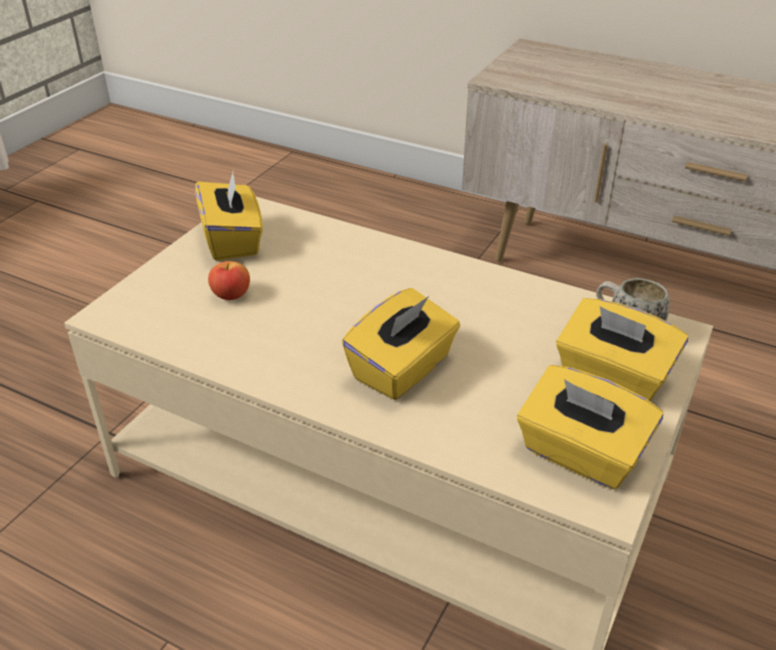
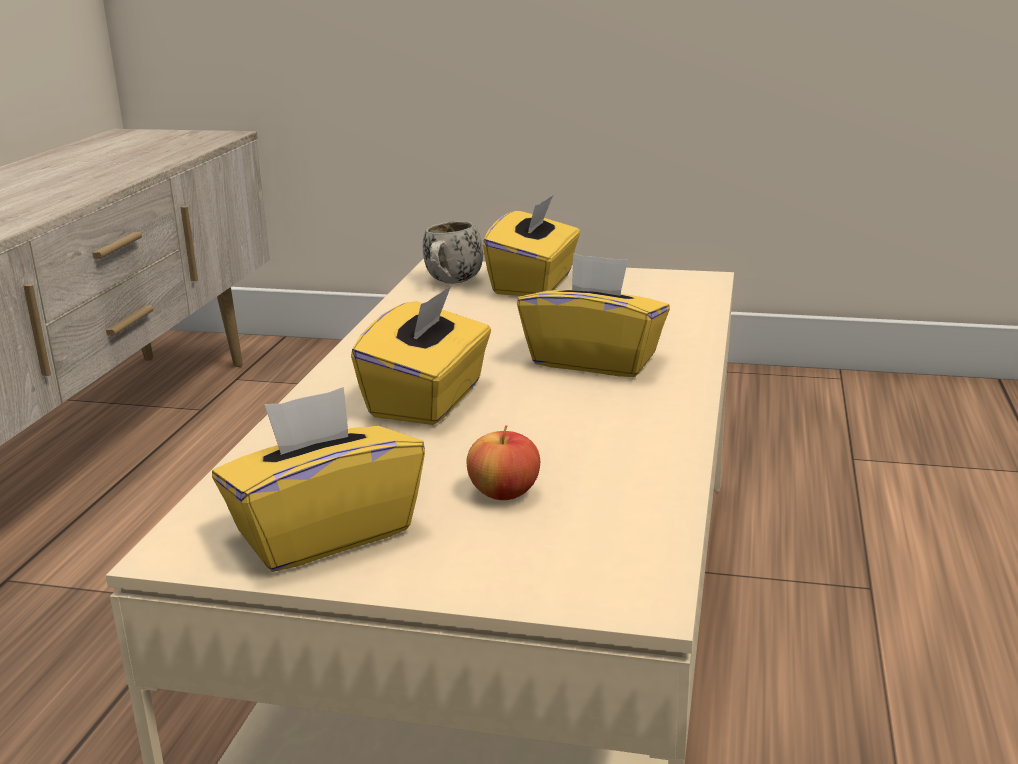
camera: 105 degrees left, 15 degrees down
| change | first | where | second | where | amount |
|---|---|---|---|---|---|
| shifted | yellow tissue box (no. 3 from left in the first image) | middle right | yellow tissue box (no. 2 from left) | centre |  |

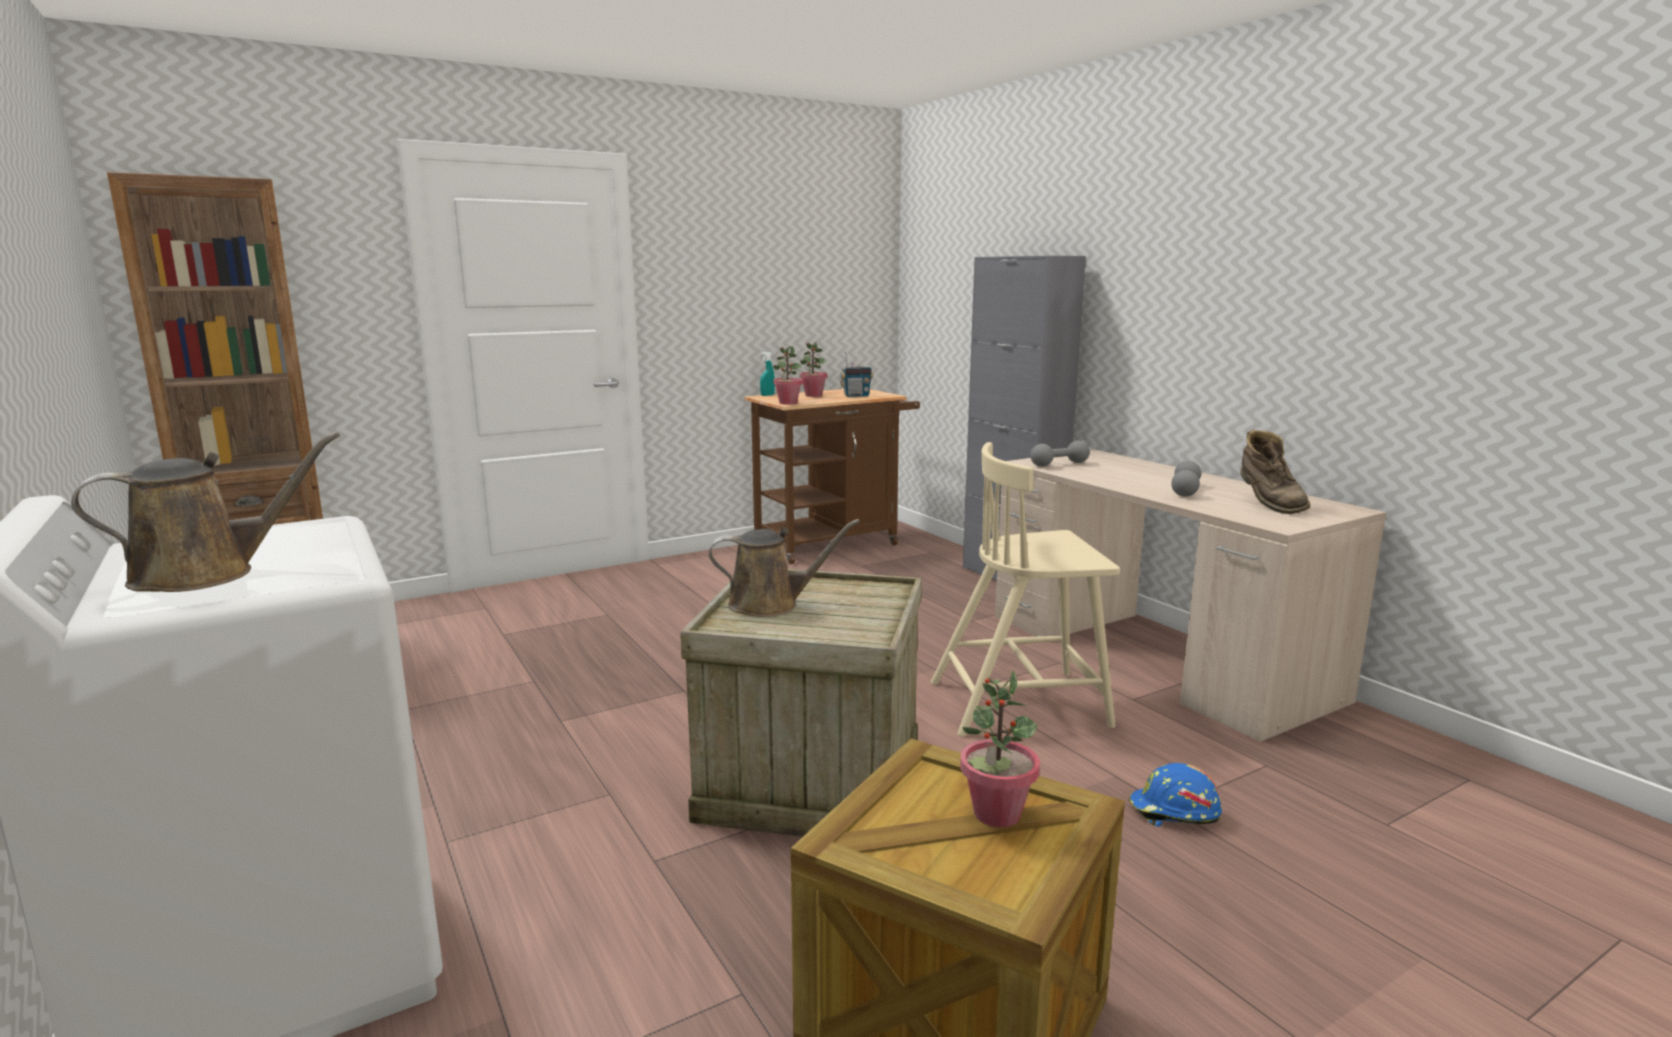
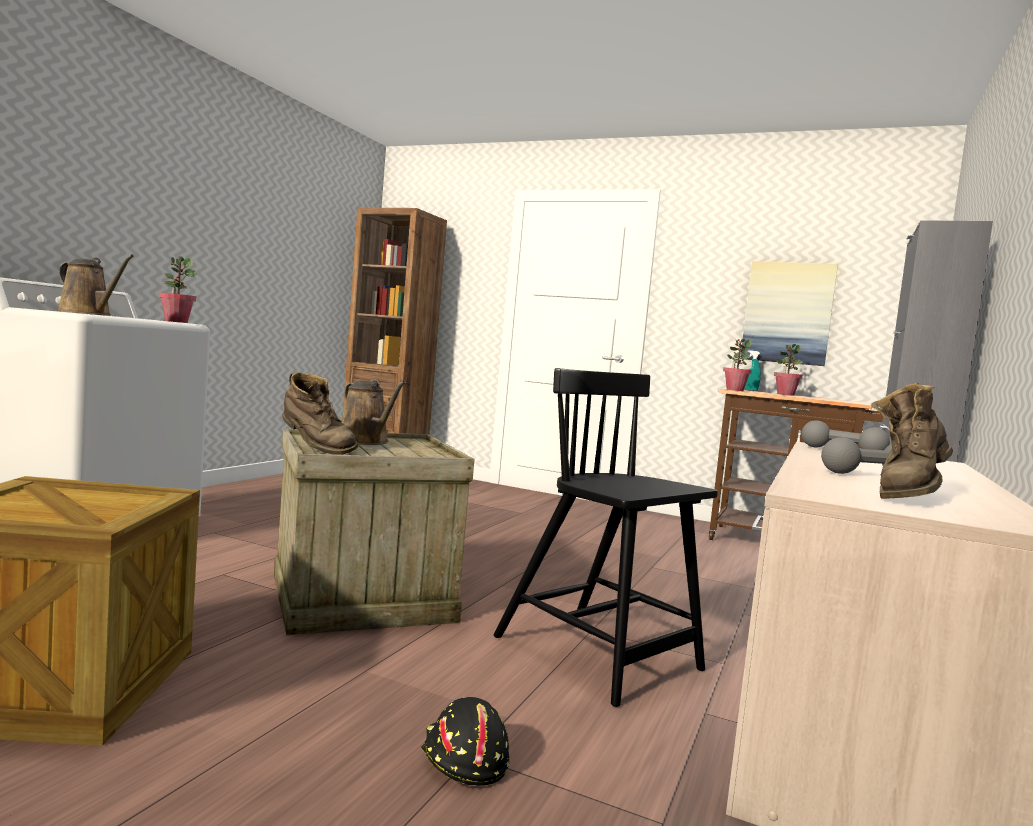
camera: 55 degrees right, 10 degrees down
| change | first | where | second | where | amount |
|---|---|---|---|---|---|
| gone | radio | centre |  |  |  |
| repainted | beige chair | centre | black chair | centre |  |
| shifted | potted plant (no. 3 from left in the first image) | bottom centre | potted plant (no. 1 from left) | middle left |  |
| repainted | blue hard hat | bottom right | black hard hat | bottom centre |  |
| new |  |  | picture | middle right |  |
| new |  |  | brown boot (no. 1 from left) | middle left |  |

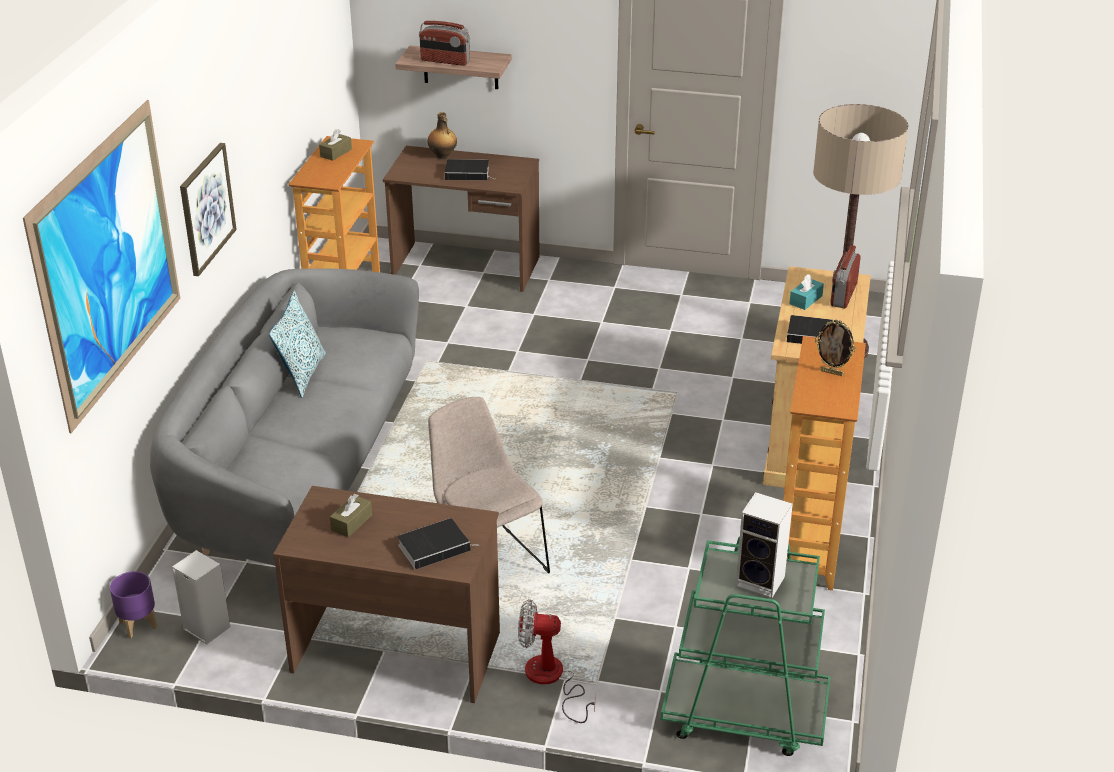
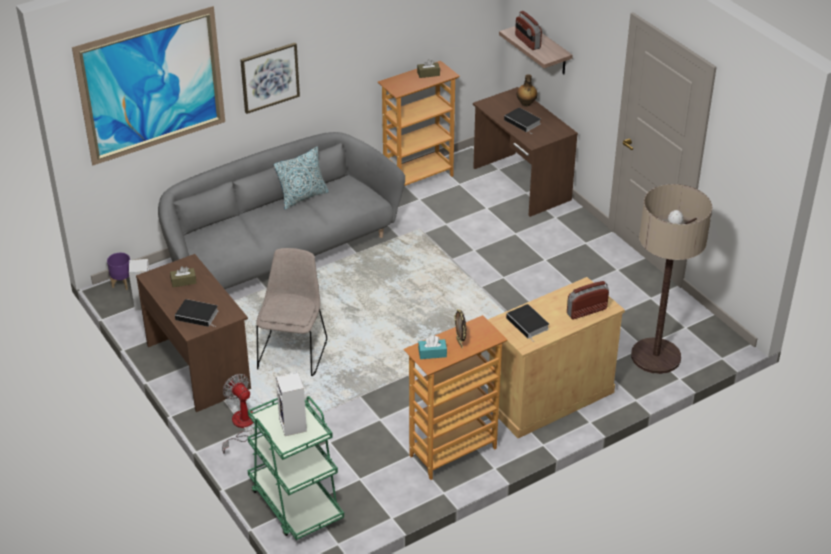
camera: 45 degrees right, 5 degrees up
| change | first | where | second | where | amount |
|---|---|---|---|---|---|
| shifted | turquoise tissue box | middle right |  | centre |  |

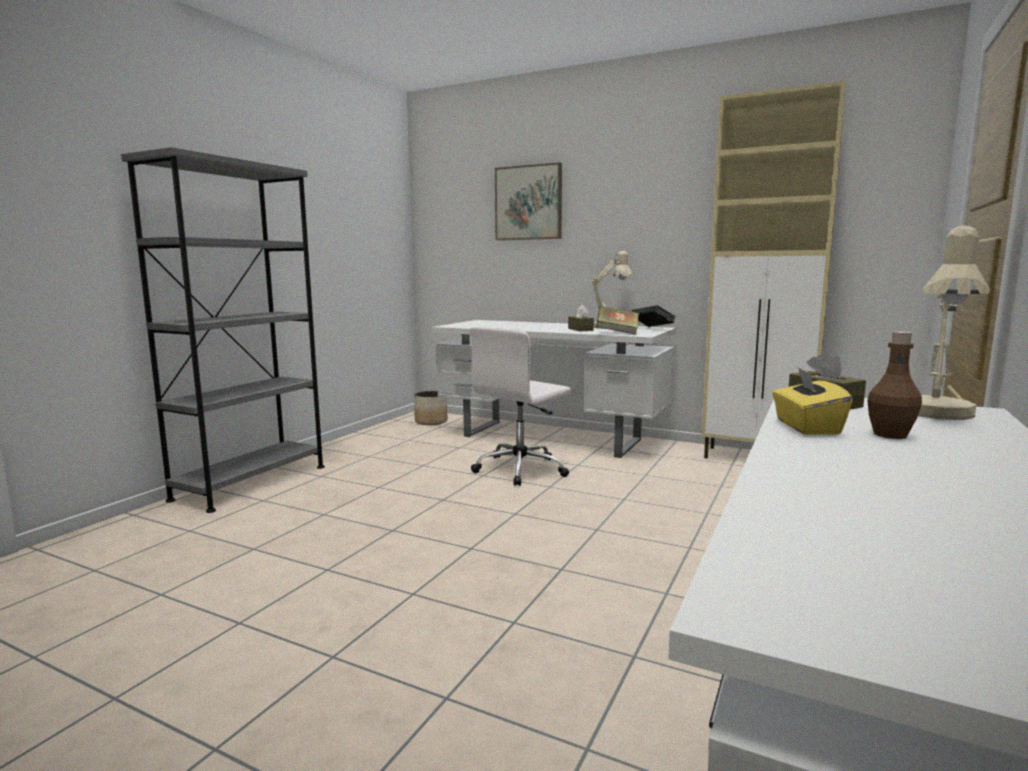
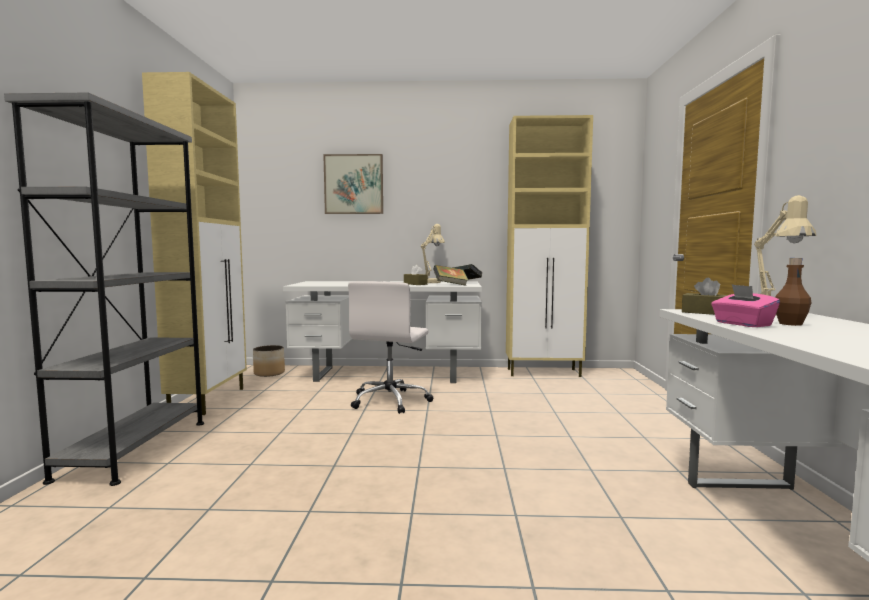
camera: 25 degrees left, 5 degrees down
| change | first | where | second | where | amount |
|---|---|---|---|---|---|
| repainted | yellow tissue box | middle right | pink tissue box | middle right |  |
| new |  |  | beige cabinet (no. 1 from left) | middle left |  |

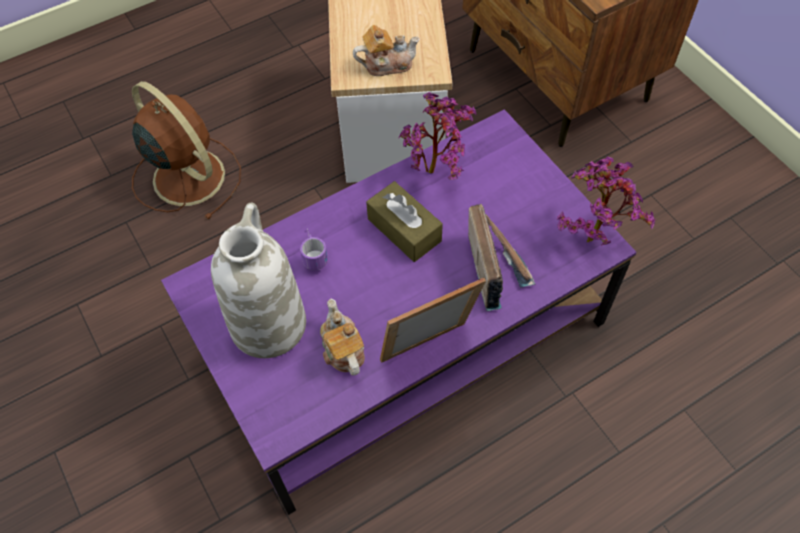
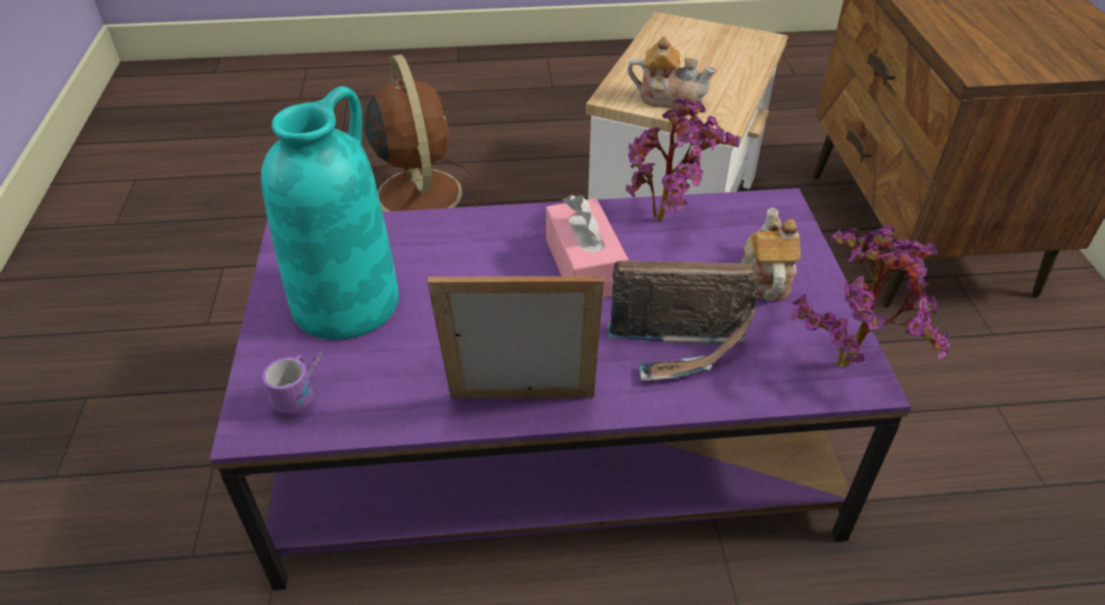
camera: 25 degrees right, 15 degrees down
| change | first | where | second | where | amount |
|---|---|---|---|---|---|
| repainted | brown tissue box | centre | pink tissue box | centre |  |
| repainted | white vase | middle left | turquoise vase | middle left |  |
| rotated | radio | centre |  | centre | 75 degrees clockwise |
| shifted | mug | centre |  | middle left |  |
| shifted | teapot (no. 1 from left in the first image) | centre | teapot (no. 2 from left) | middle right |  |

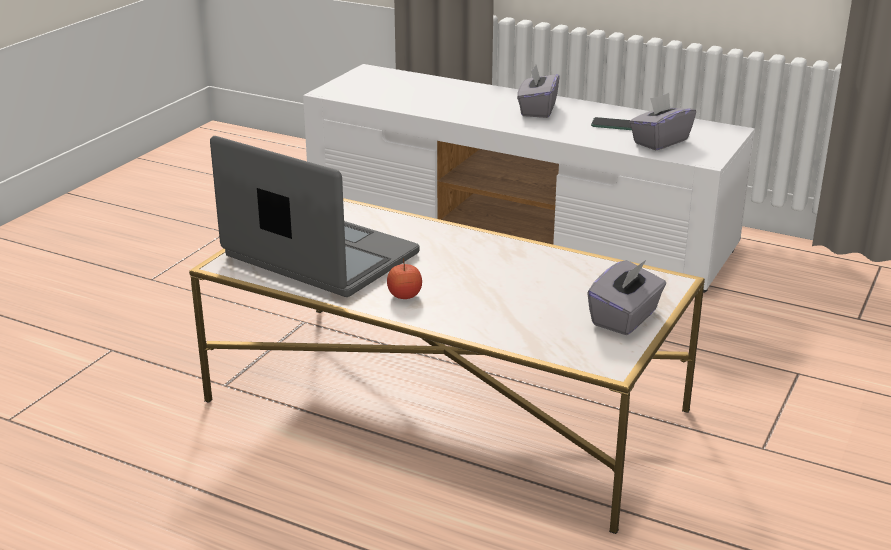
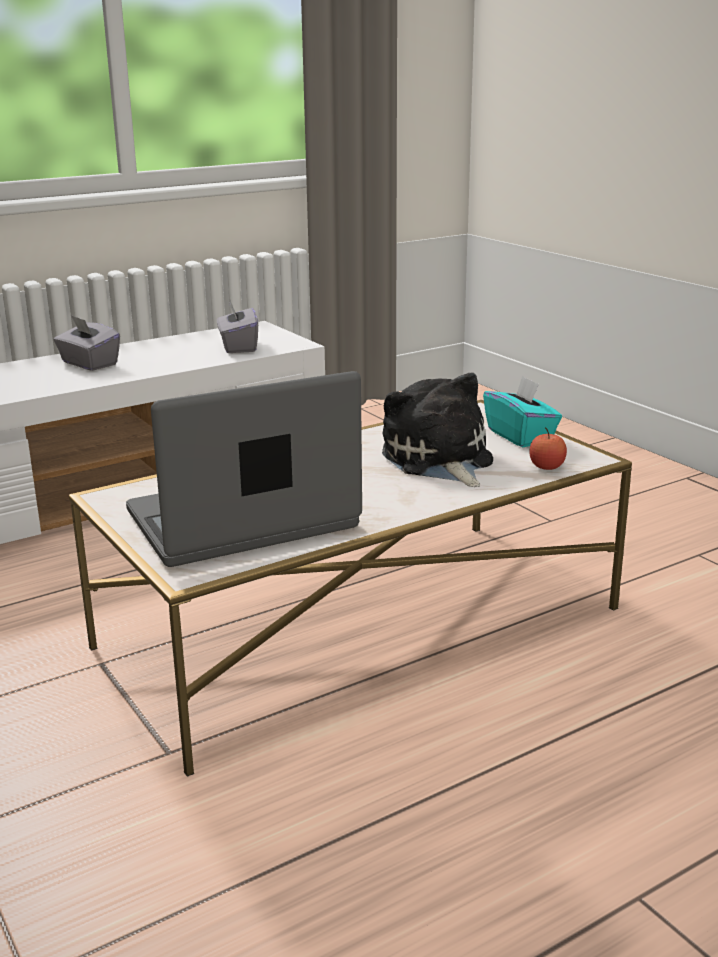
camera: 60 degrees left, 5 degrees down
| change | first | where | second | where | amount |
|---|---|---|---|---|---|
| gone | phone | top right |  |  |  |
| shifted | apple | centre |  | middle right |  |
| repainted | grey tissue box (no. 2 from left) | middle right | turquoise tissue box | middle right |  |
| new |  |  | plush toy | centre |  |

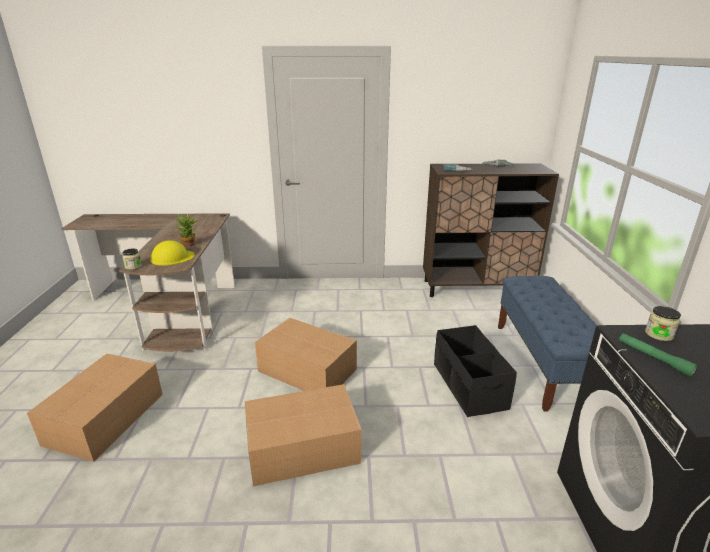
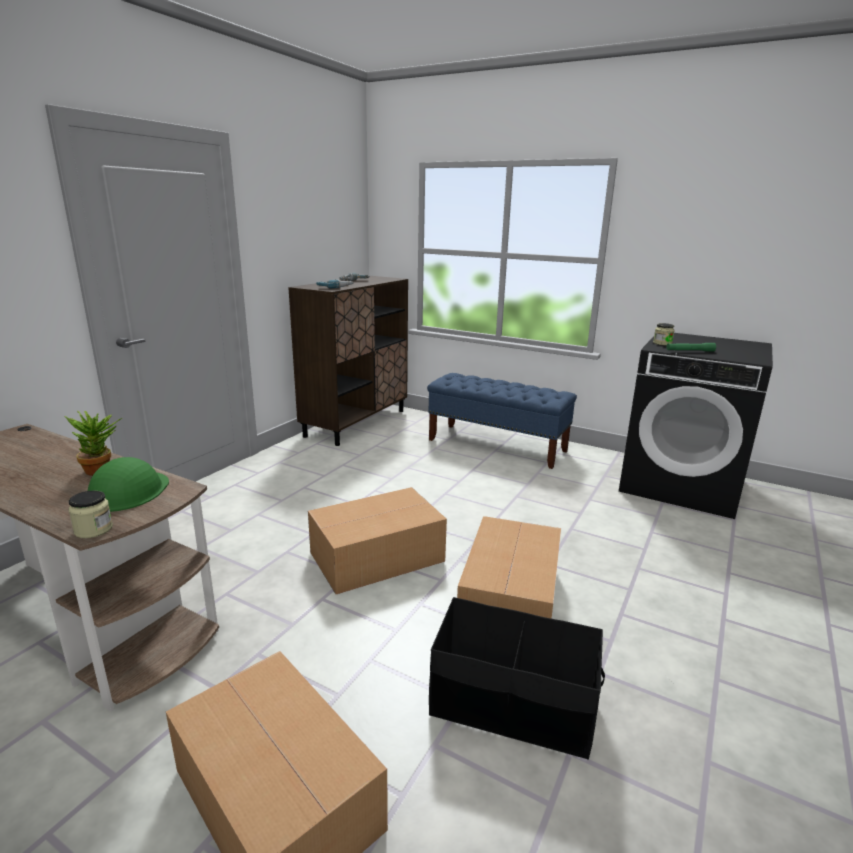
camera: 60 degrees left, 5 degrees down
| change | first | where | second | where | amount |
|---|---|---|---|---|---|
| repainted | yellow hard hat | middle left | green hard hat | middle left |  |
| shifted | black storage box | bottom right |  | bottom centre |  |

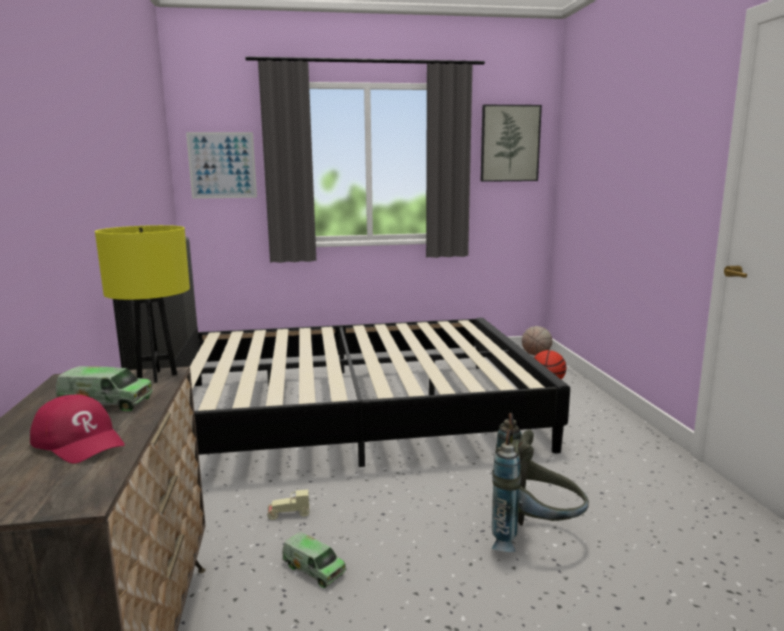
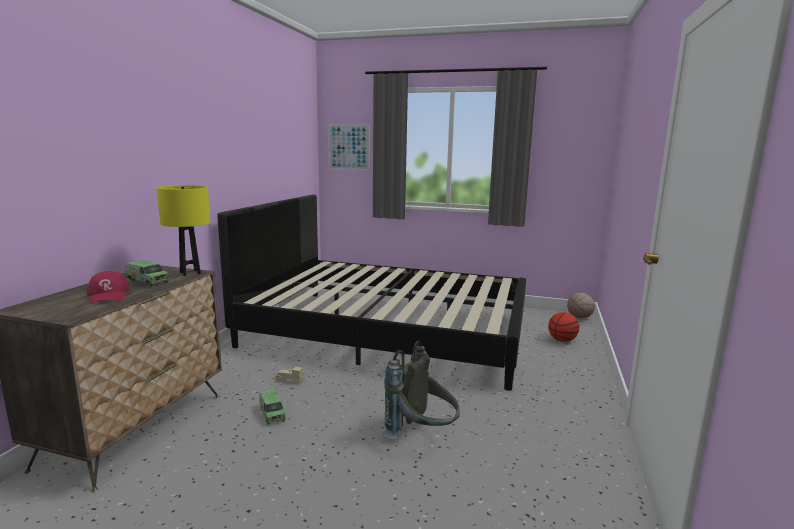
camera: 25 degrees right, 0 degrees up
| change | first | where | second | where | amount |
|---|---|---|---|---|---|
| gone | picture (no. 2 from left) | top centre |  |  |  |

